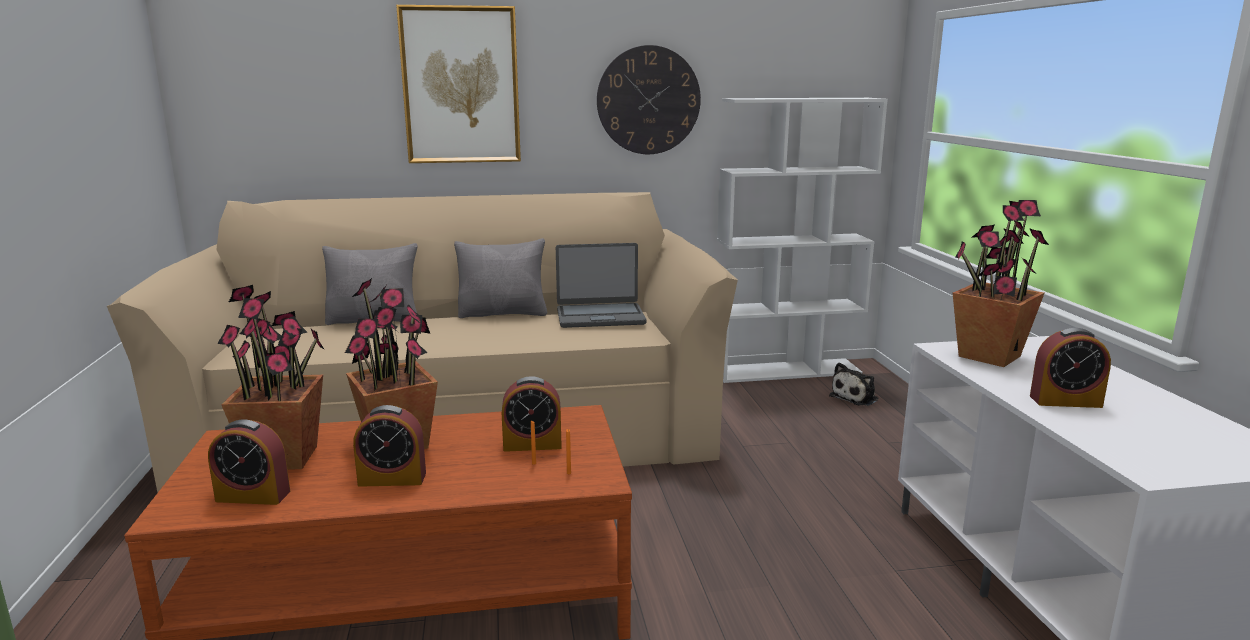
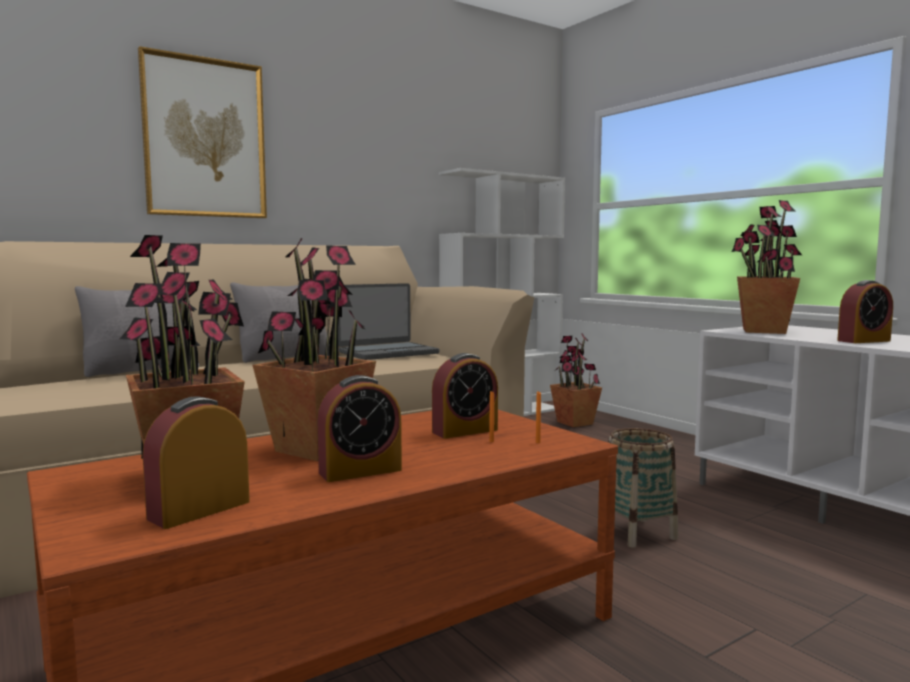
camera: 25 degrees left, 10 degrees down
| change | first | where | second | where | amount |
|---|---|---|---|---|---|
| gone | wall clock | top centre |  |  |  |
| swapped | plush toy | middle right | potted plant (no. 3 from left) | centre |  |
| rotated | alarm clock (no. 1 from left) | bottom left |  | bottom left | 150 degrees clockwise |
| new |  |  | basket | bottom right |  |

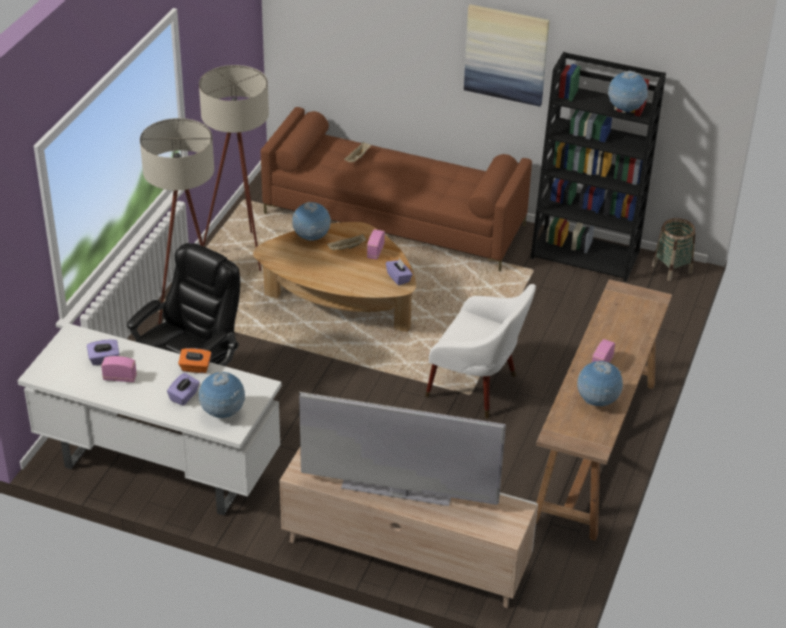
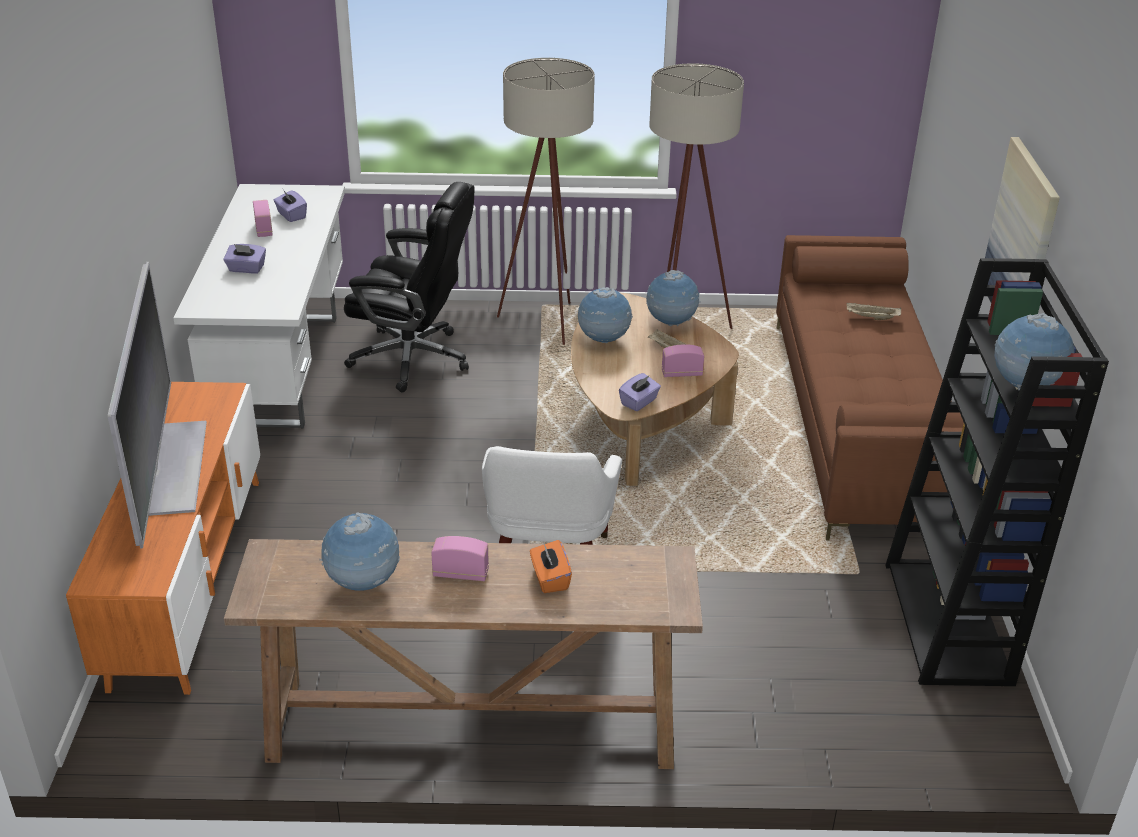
camera: 70 degrees right, 5 degrees down
| change | first | where | second | where | amount |
|---|---|---|---|---|---|
| gone | basket | middle right |  |  |  |
| shifted | orange tissue box | middle left |  | bottom centre |  |
| shifted | globe (no. 1 from left in the first image) | middle left | globe (no. 2 from left) | centre |  |
| repainted | beige tv stand | bottom centre | orange tv stand | middle left |  |

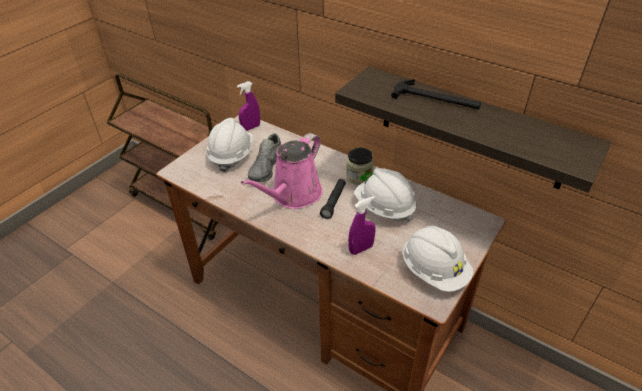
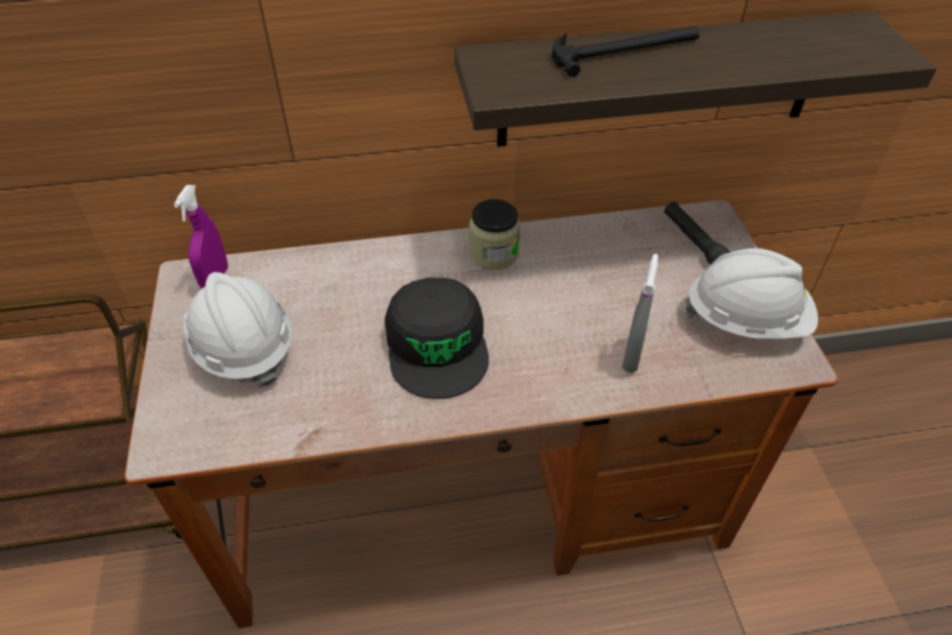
camera: 45 degrees left, 5 degrees up
| change | first | where | second | where | amount |
|---|---|---|---|---|---|
| swapped | pink watering can | centre | black cap | centre |  |
| gone | grey shoe | centre |  |  |  |
| gone | white hard hat (no. 2 from left) | centre |  |  |  |
| shifted | black flashlight | centre |  | middle right |  |
| repainted | purple spray bottle (no. 2 from left) | centre | grey spray bottle | middle right |  |

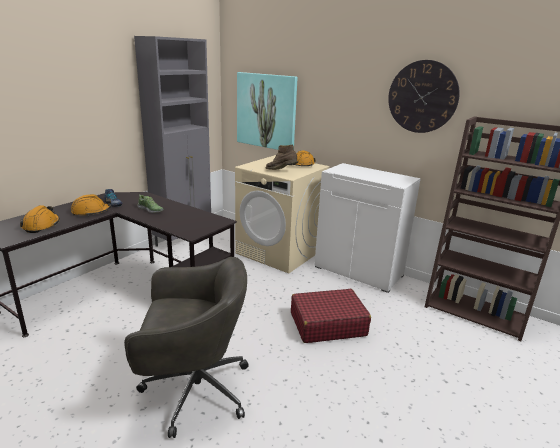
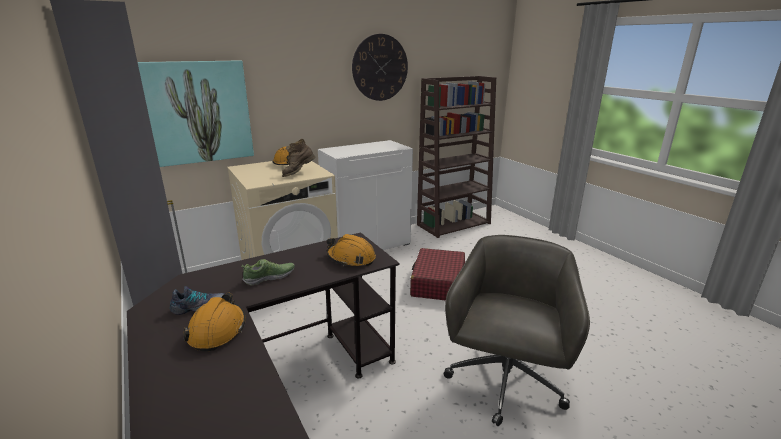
camera: 65 degrees left, 0 degrees up
| change | first | where | second | where | amount |
|---|---|---|---|---|---|
| shifted | orange hard hat (no. 1 from left in the first image) | middle left | orange hard hat (no. 3 from left) | centre |  |

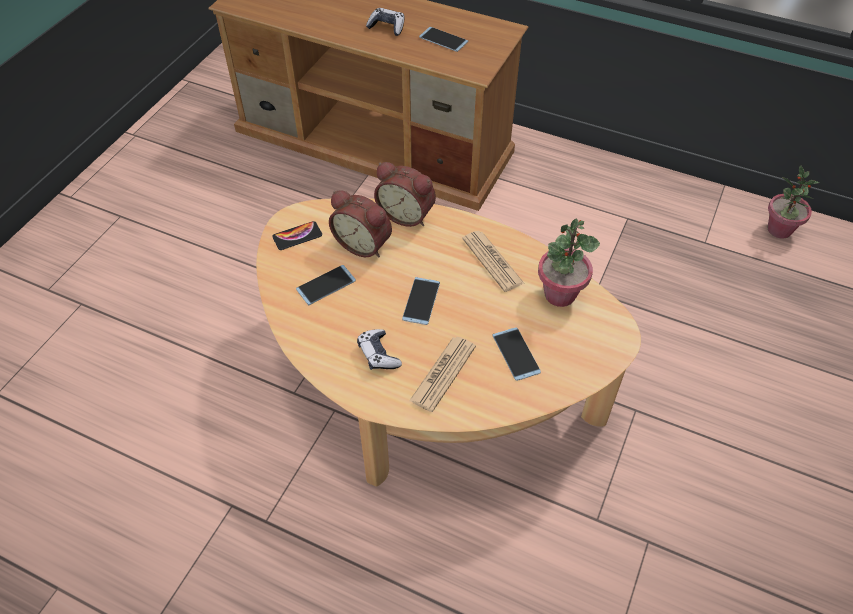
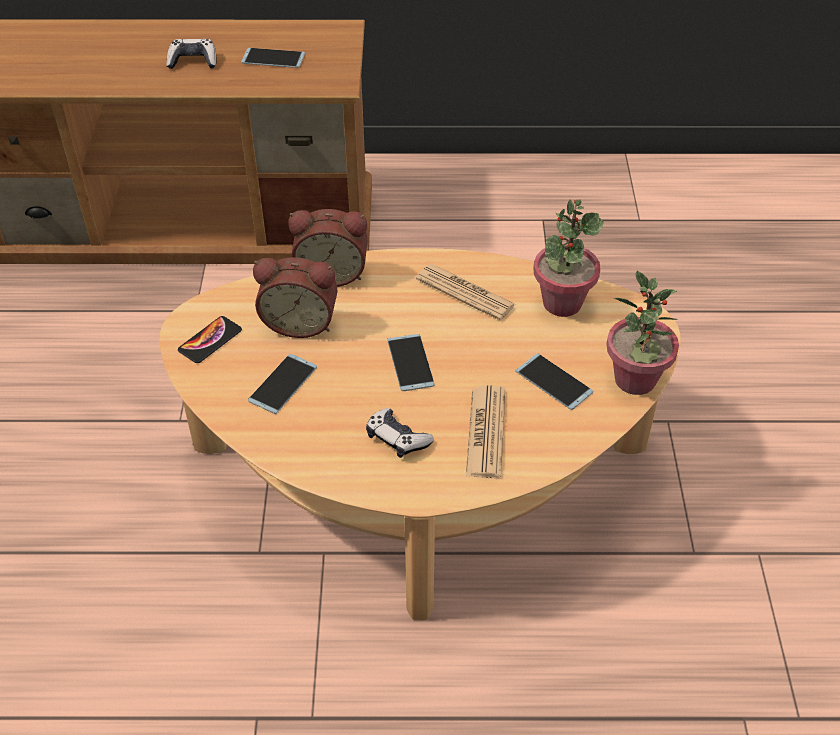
camera: 25 degrees left, 5 degrees down
| change | first | where | second | where | amount |
|---|---|---|---|---|---|
| shifted | potted plant (no. 2 from left) | top right |  | middle right |  |

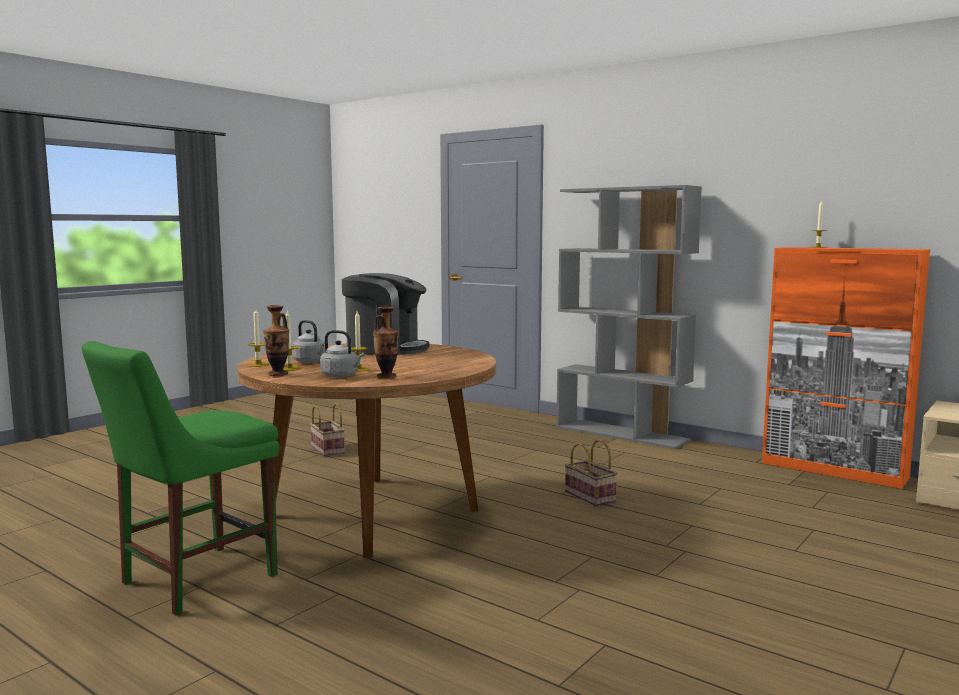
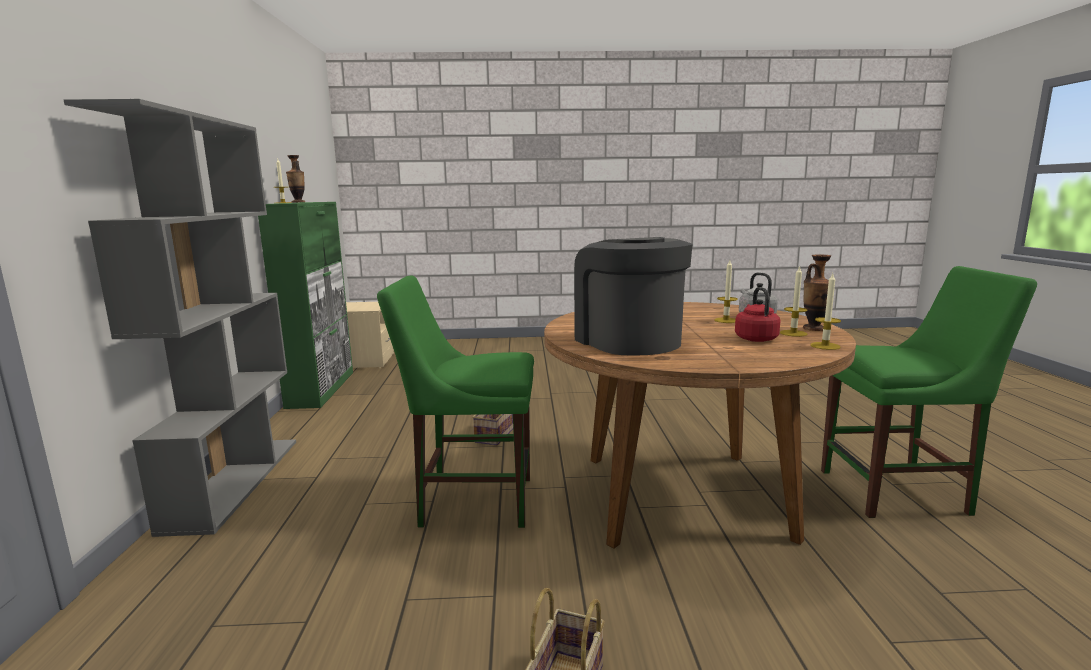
camera: 130 degrees left, 5 degrees up
| change | first | where | second | where | amount |
|---|---|---|---|---|---|
| repainted | orange cabinet | middle right | green cabinet | middle left |  |
| shifted | vase (no. 2 from left in the first image) | centre | vase (no. 1 from left) | top left |  |
| repainted | grey kettle (no. 1 from left) | middle left | red kettle | middle right |  |
| new |  |  | green chair (no. 1 from left) | centre |  |

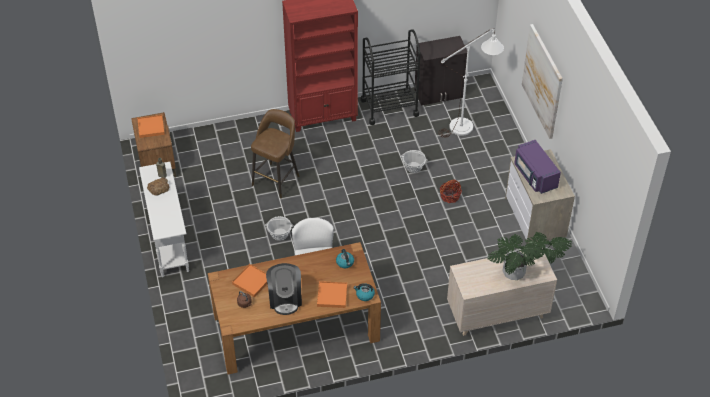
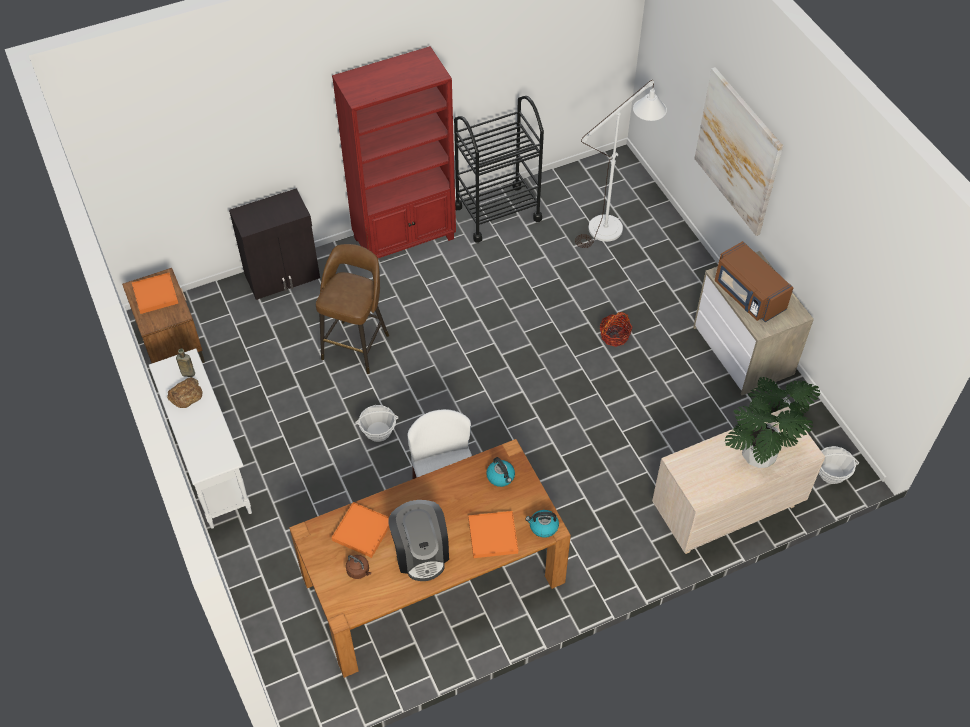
camera: 10 degrees left, 5 degrees up
| change | first | where | second | where | amount |
|---|---|---|---|---|---|
| shifted | black cabinet | top centre |  | middle left |  |
| repainted | purple microwave | middle right | brown microwave | middle right |  |
| shifted | basket (no. 2 from left in the first image) | centre | basket (no. 3 from left) | middle right |  |

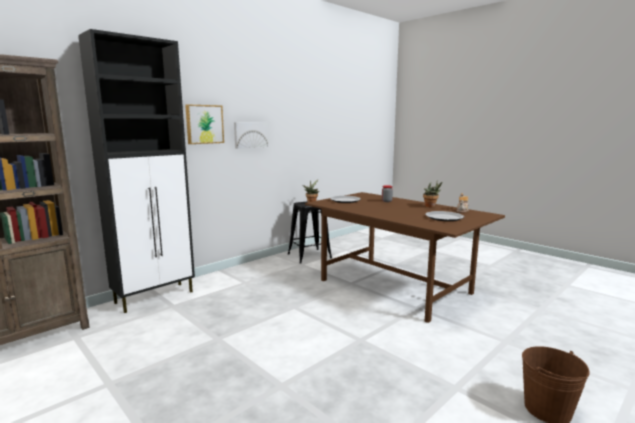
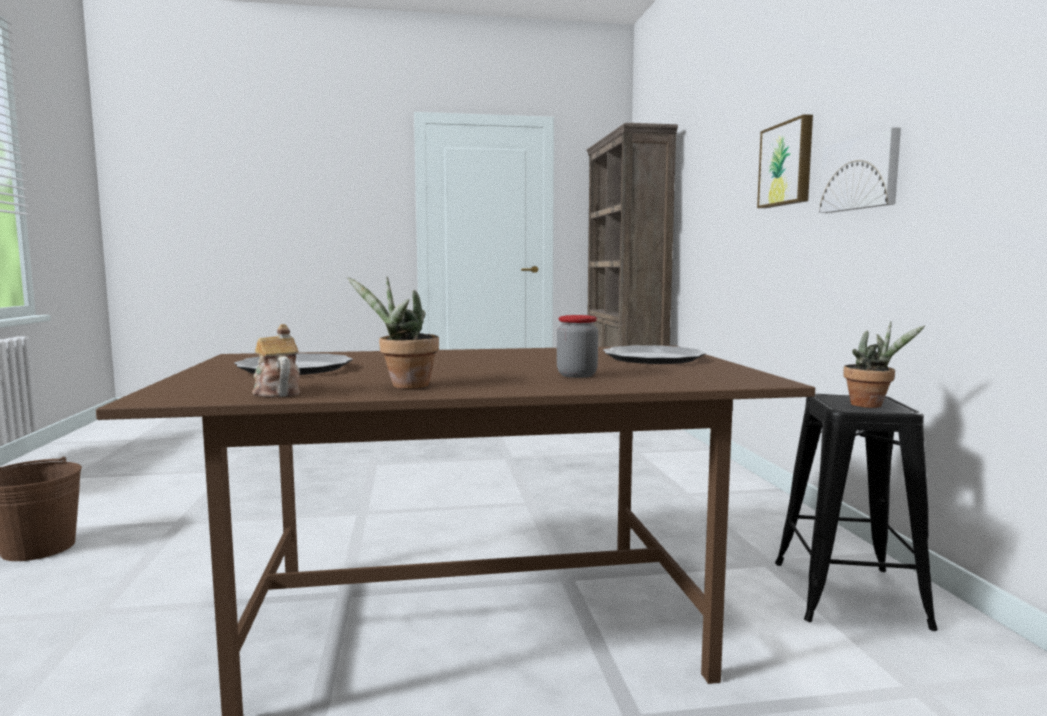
camera: 125 degrees right, 5 degrees down
| change | first | where | second | where | amount |
|---|---|---|---|---|---|
| gone | black cabinet | middle left |  |  |  |

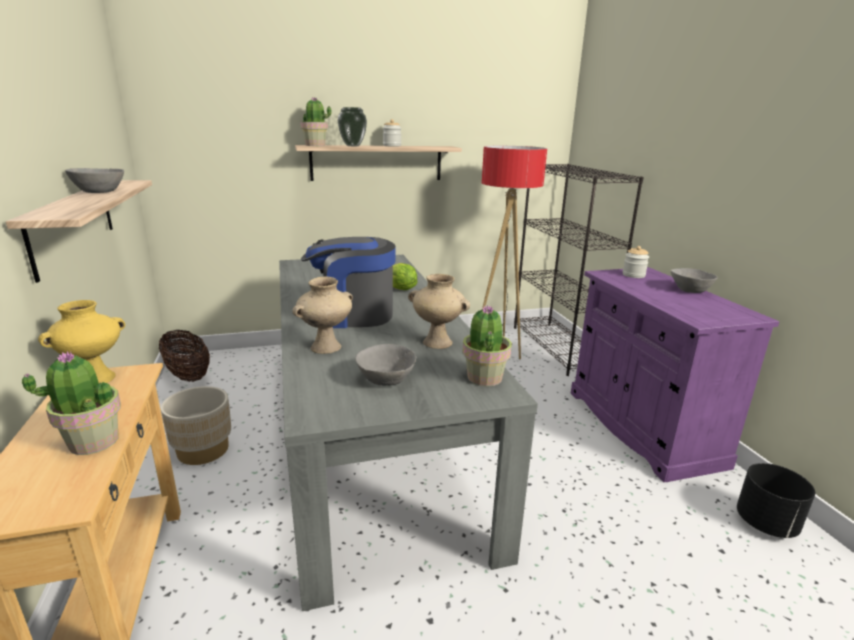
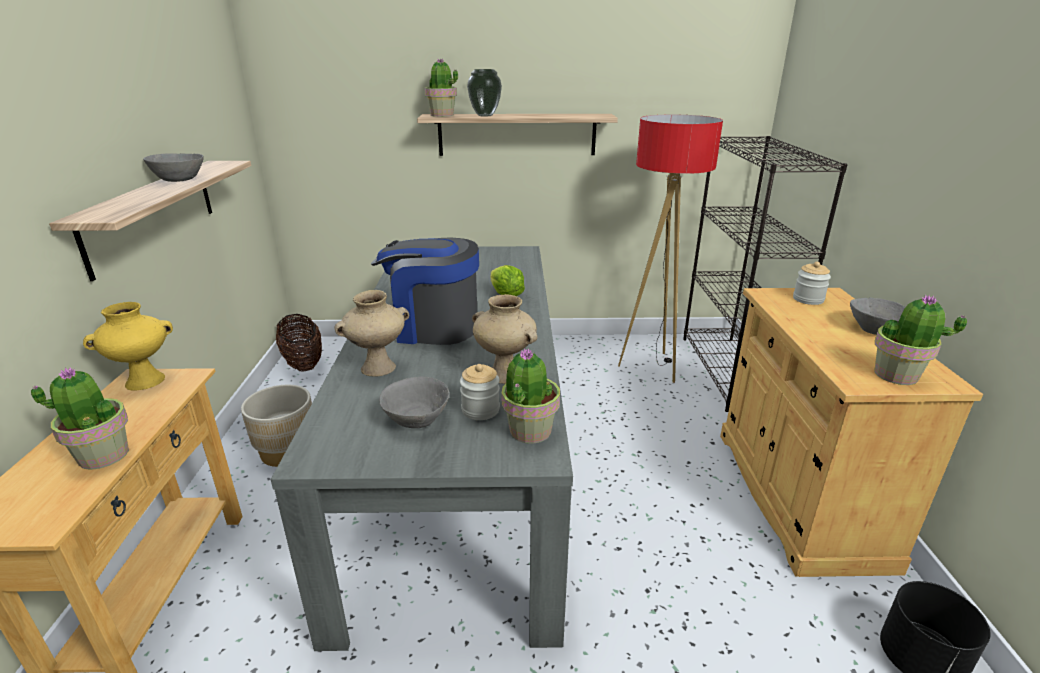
camera: 15 degrees right, 5 degrees up
| change | first | where | second | where | amount |
|---|---|---|---|---|---|
| shifted | jar (no. 1 from left) | top centre |  | centre |  |
| repainted | purple cabinet | middle right | beige cabinet | middle right |  |
| new |  |  | potted plant (no. 4 from left) | middle right |  |

